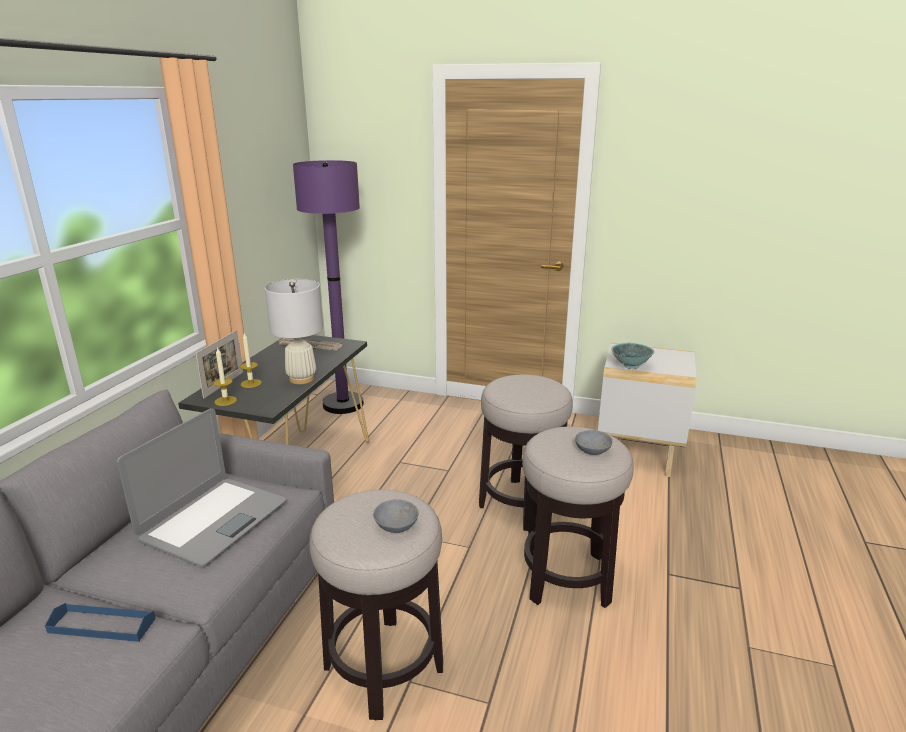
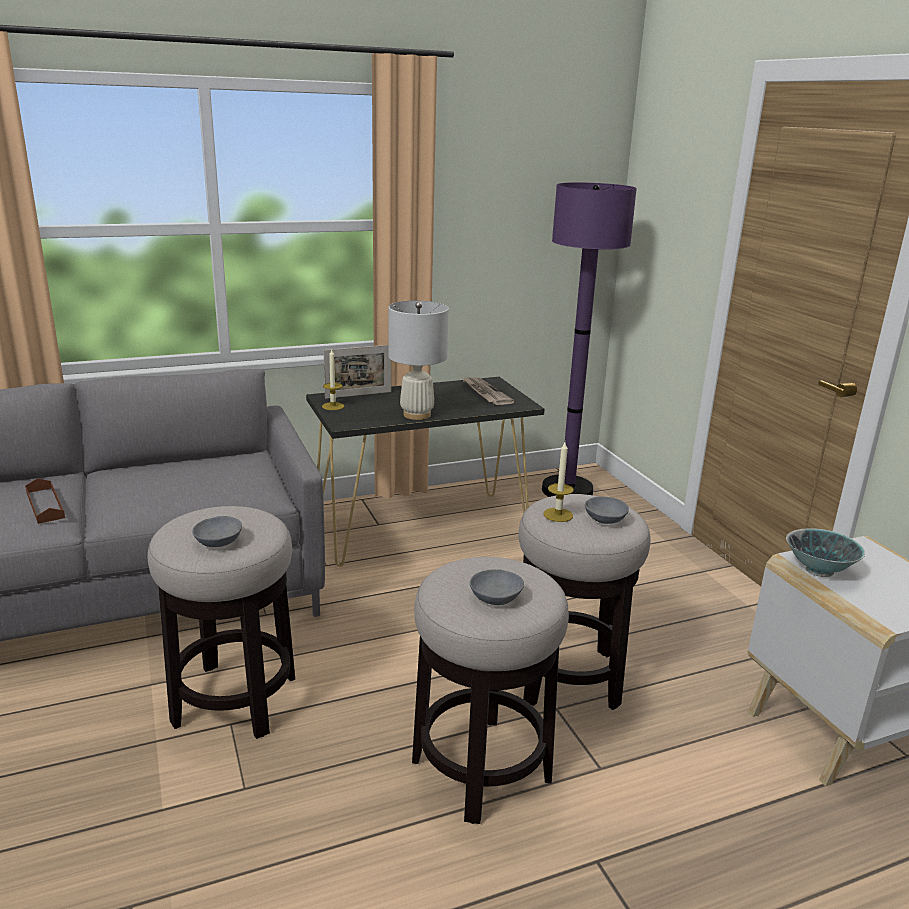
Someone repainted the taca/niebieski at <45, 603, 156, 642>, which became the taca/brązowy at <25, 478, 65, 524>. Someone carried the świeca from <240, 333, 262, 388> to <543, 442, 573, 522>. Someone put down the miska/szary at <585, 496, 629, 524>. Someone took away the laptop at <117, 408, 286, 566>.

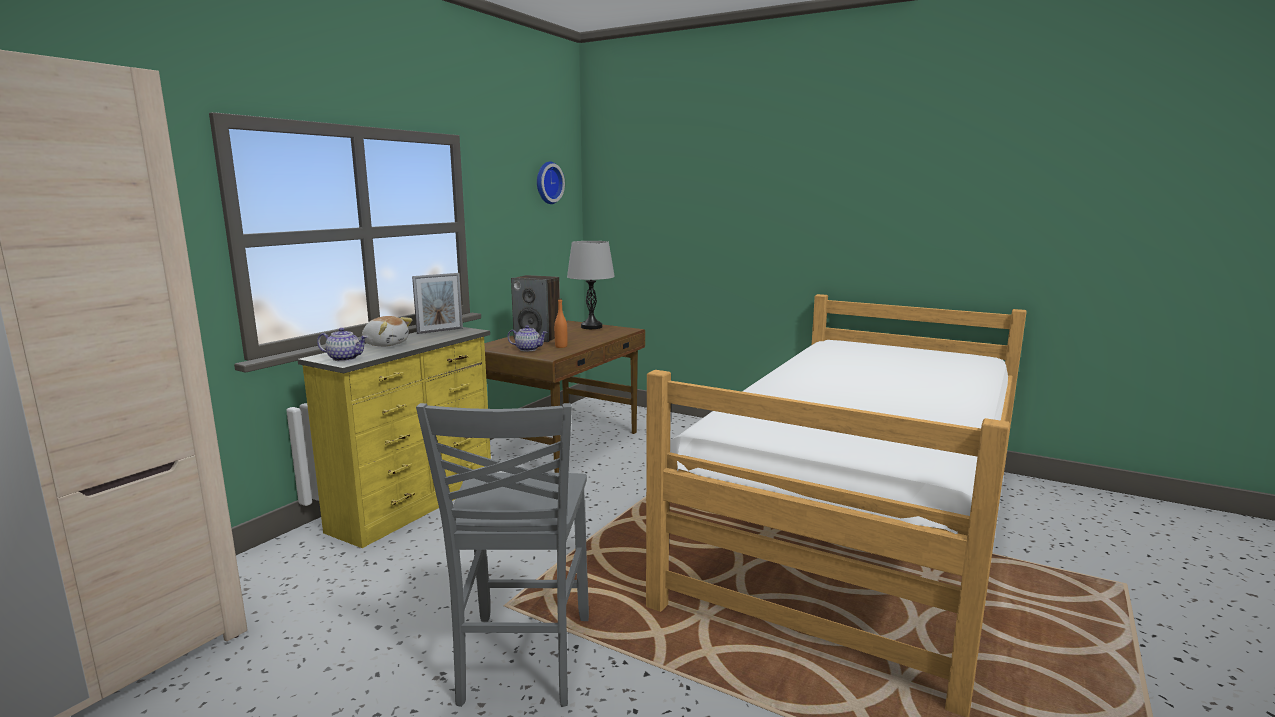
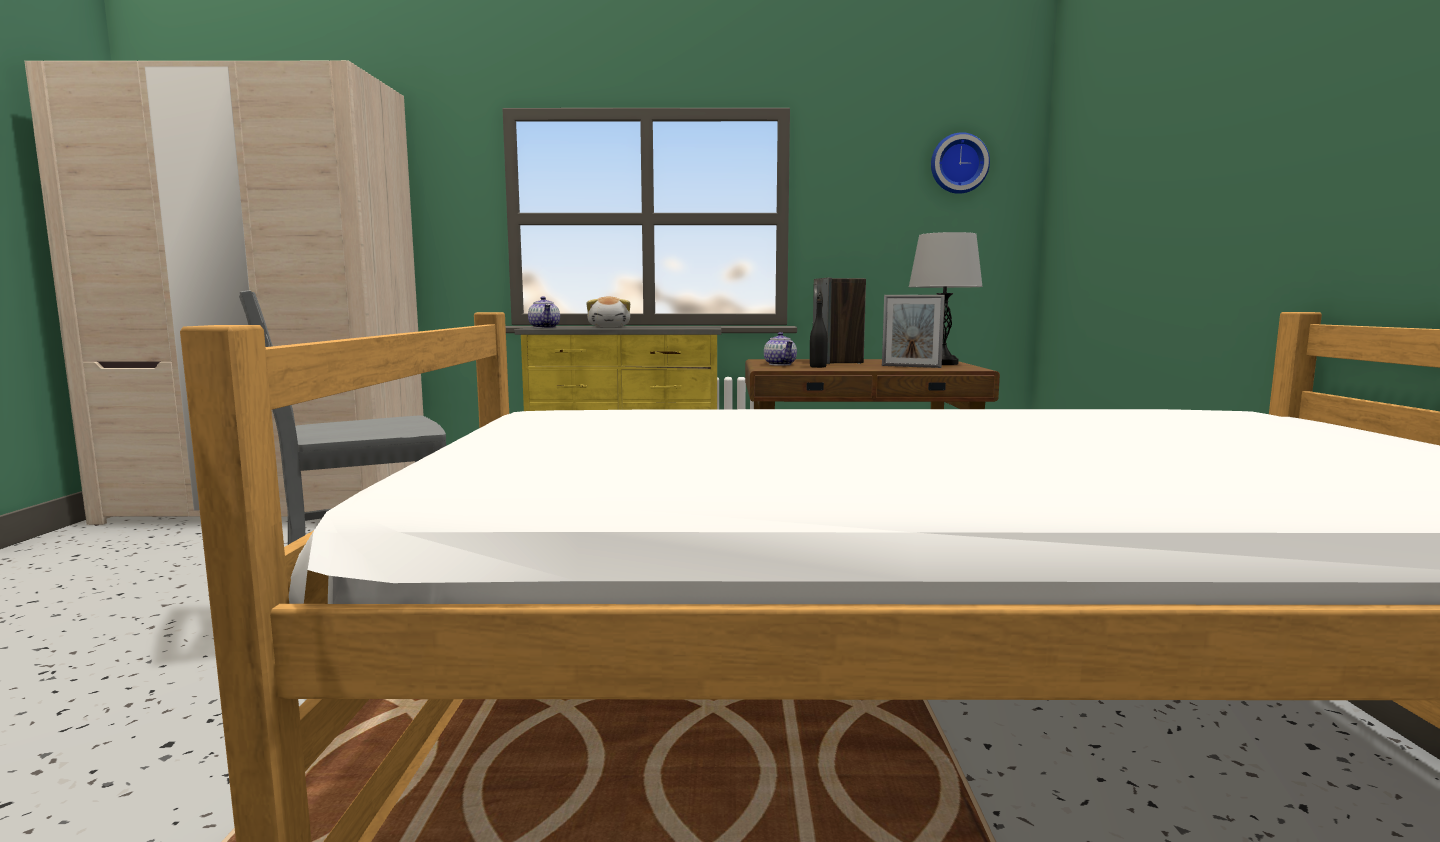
Someone repainted the butelka/pomarańczowy at <554, 298, 567, 348>, which became the butelka/czarny at <810, 299, 828, 368>. Someone carried the ramka na zdjęcie from <412, 273, 463, 334> to <882, 295, 945, 368>.

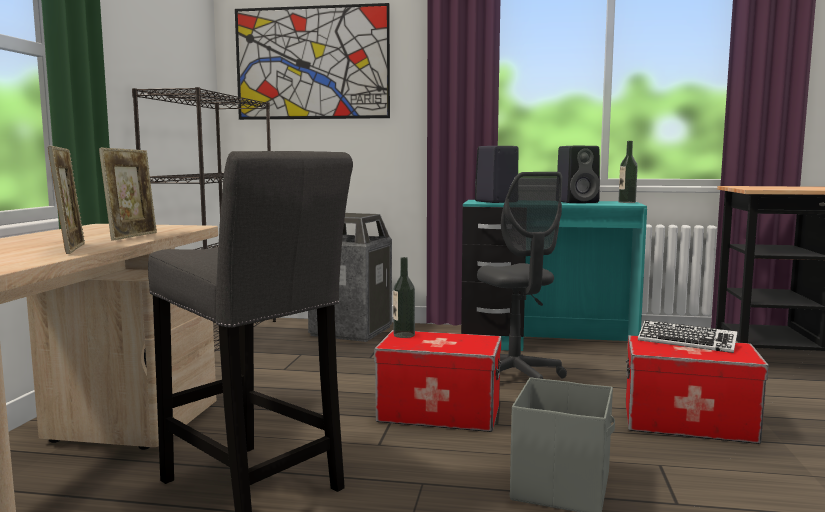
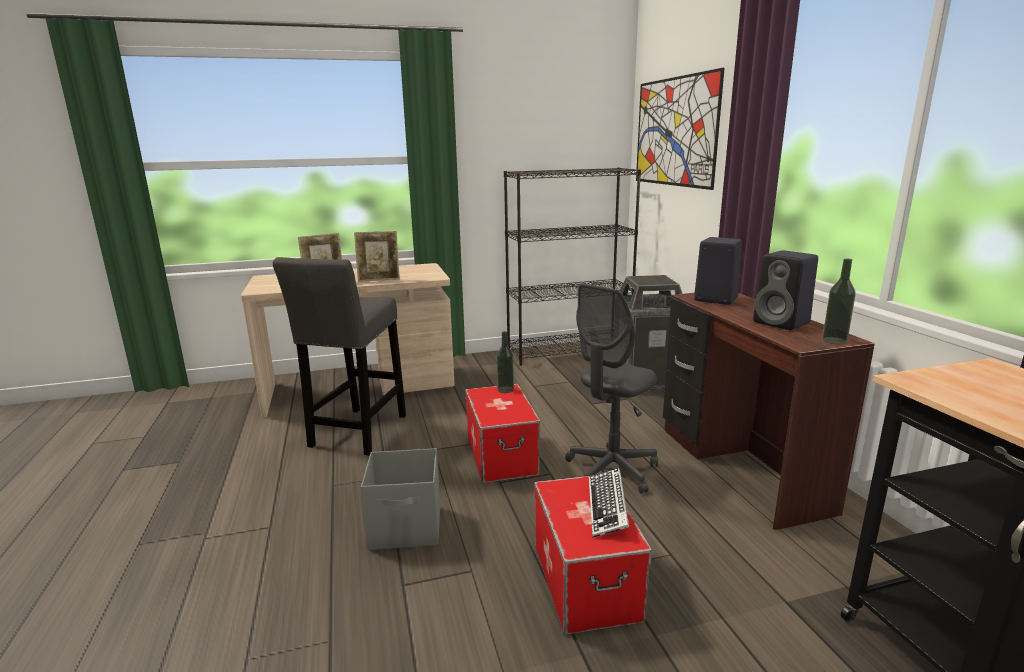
Someone repainted the biurko/turkusowy at <461, 200, 647, 351>, which became the biurko/brązowy at <663, 293, 875, 531>.

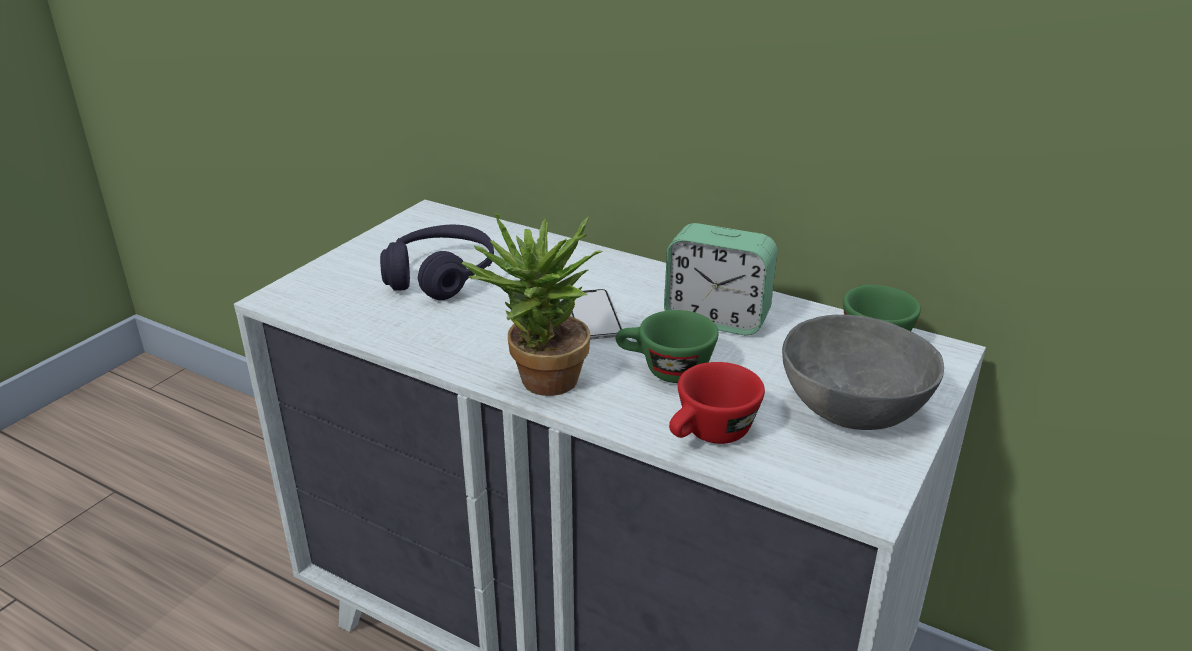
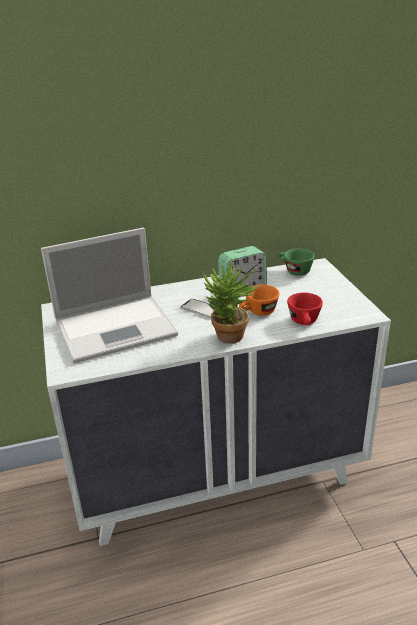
Someone swapped the słuchawki/fioletowy at <380, 225, 494, 300> for the laptop at <41, 228, 178, 364>. Someone repainted the filiżanka/zielony at <616, 310, 719, 383>, which became the filiżanka/pomarańczowy at <239, 285, 279, 316>. Someone took away the miska/szary at <782, 315, 944, 430>.

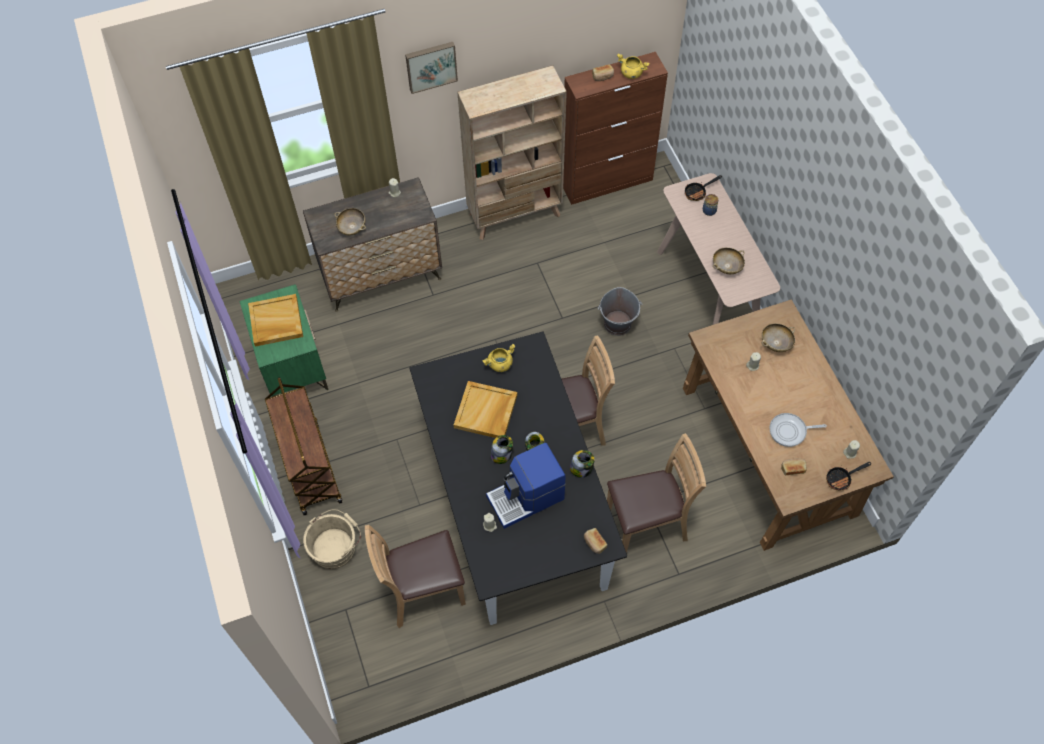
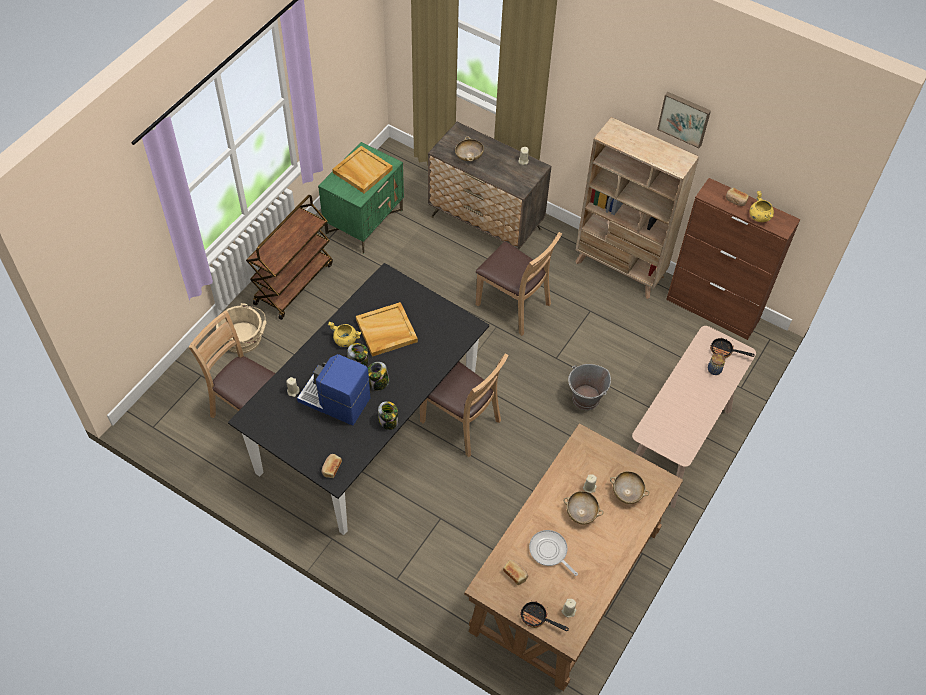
Someone carried the garnek/żółty from <482, 344, 515, 372> to <328, 322, 361, 347>. Someone carried the krzesło/brązowy from <607, 433, 706, 553> to <476, 232, 562, 336>. Someone carried the miska/beżowy from <713, 248, 745, 274> to <563, 491, 604, 524>. Someone carried the obraz from <405, 42, 458, 94> to <657, 92, 711, 148>.

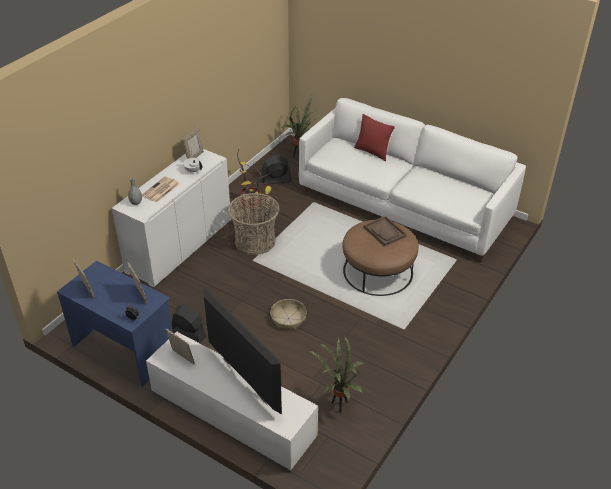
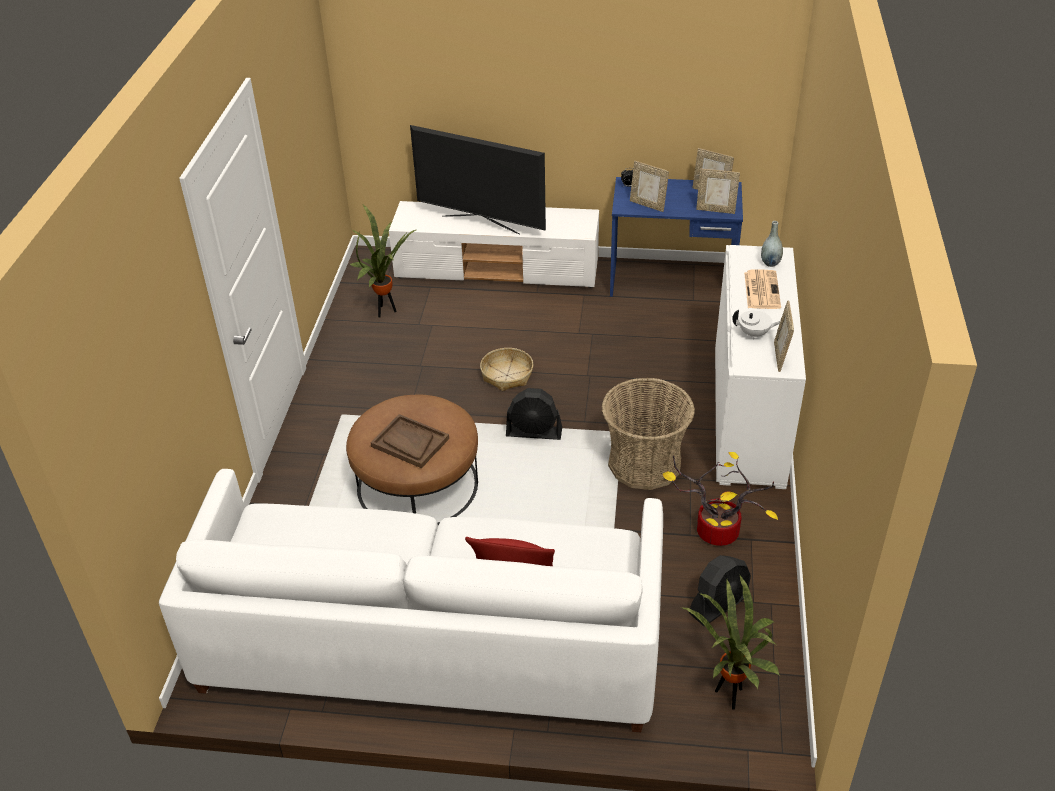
Someone carried the wentylator/czarny from <172, 305, 207, 343> to <506, 388, 562, 440>. Someone carried the ramka na zdjęcie from <166, 329, 195, 364> to <696, 168, 740, 214>.

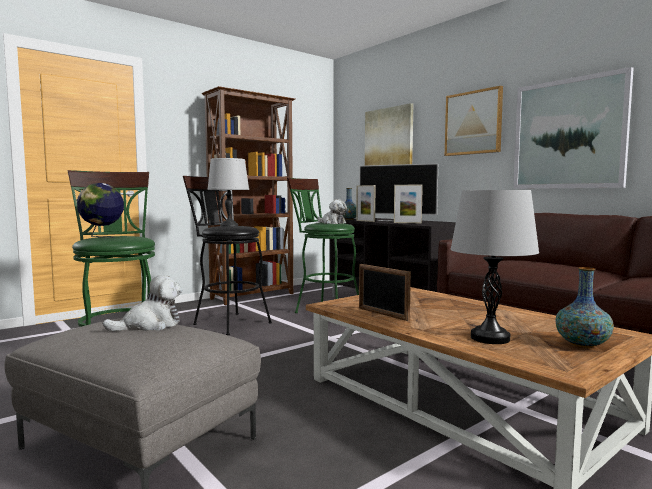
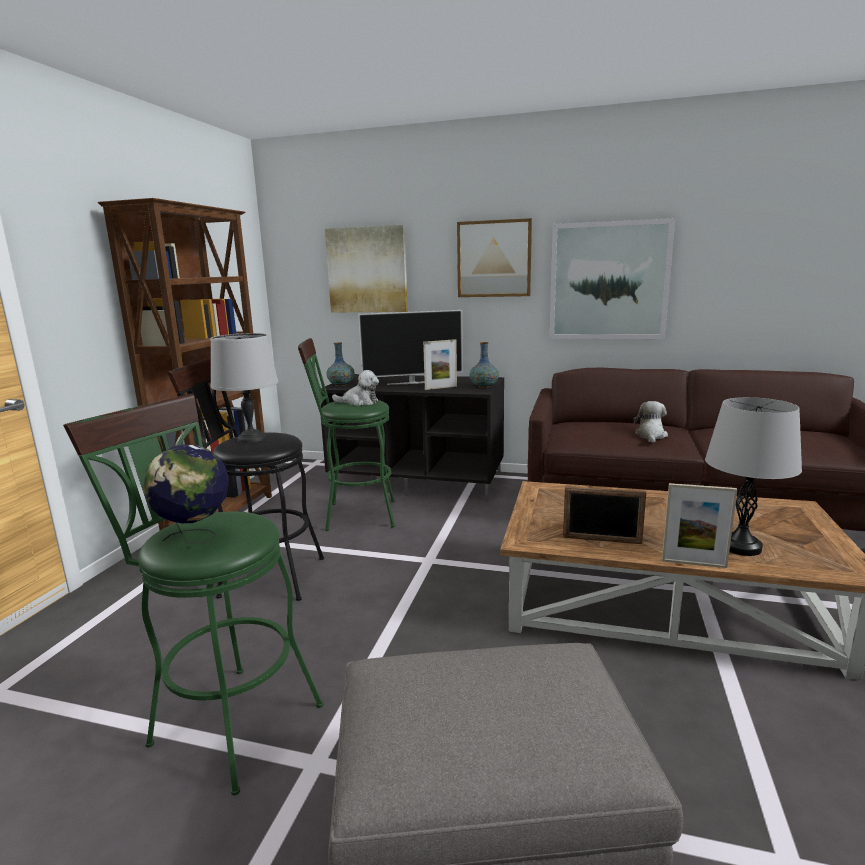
Someone carried the wazon from <556, 267, 614, 348> to <470, 342, 499, 388>. Someone carried the pluszak from <103, 275, 182, 331> to <633, 401, 668, 443>. Someone carried the ramka na zdjęcie from <356, 185, 376, 222> to <662, 483, 737, 568>.

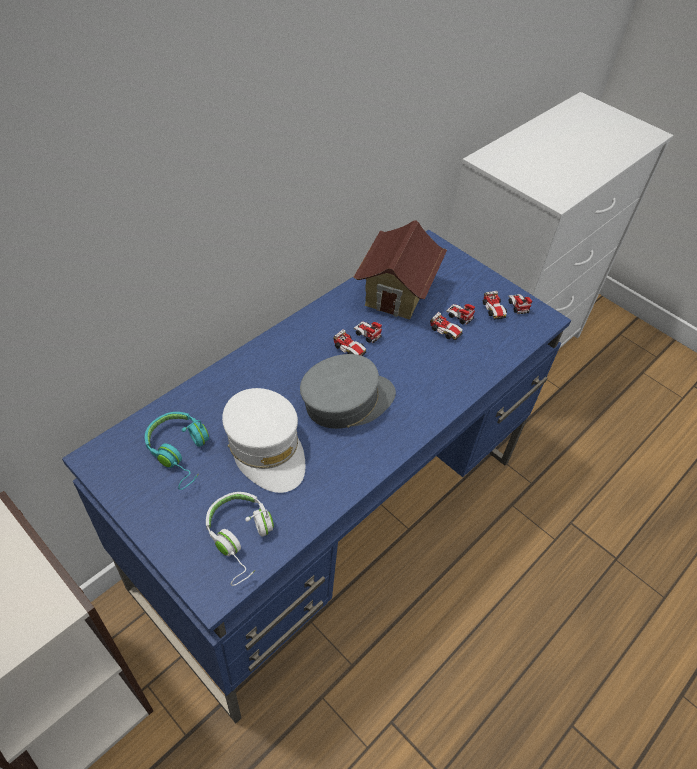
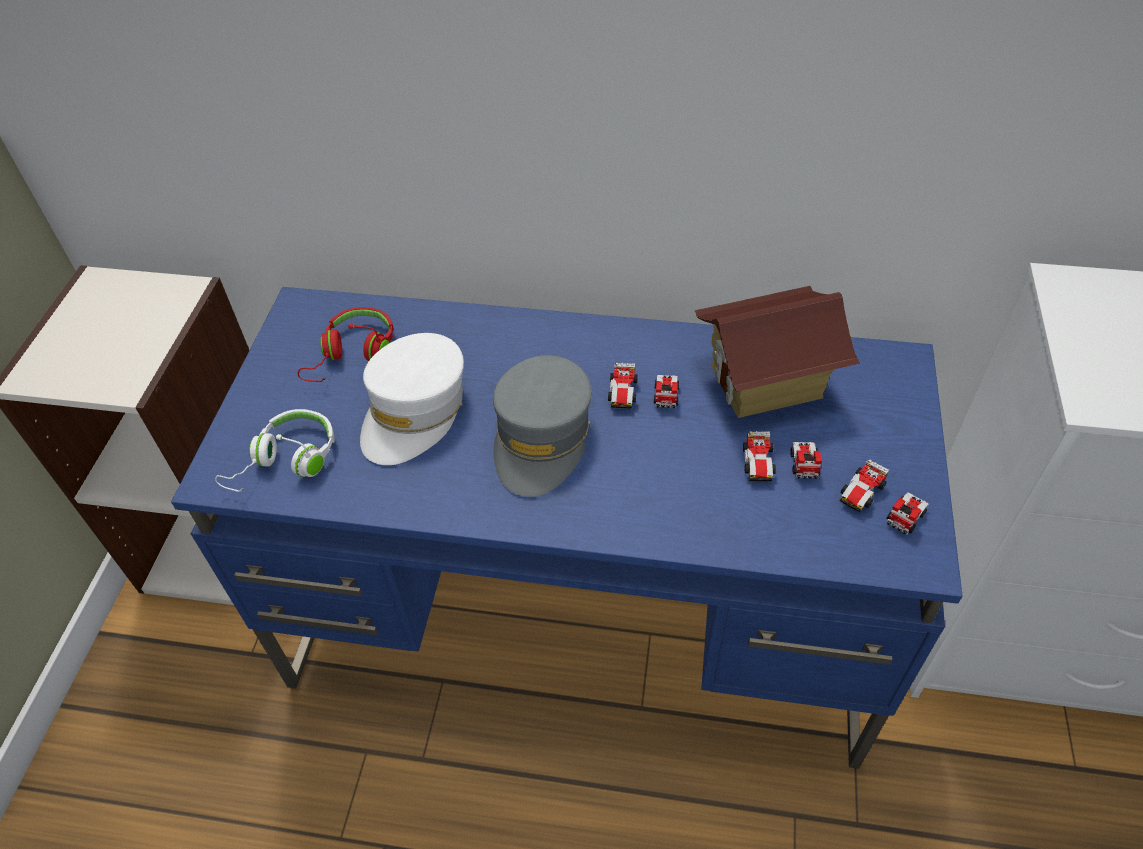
Someone repainted the słuchawki/turkusowy at <145, 412, 209, 490>, which became the słuchawki/czerwony at <298, 307, 394, 382>. Someone rotated the czapka z daszkiem/szary at <300, 354, 396, 429> by 75 degrees clockwise.

